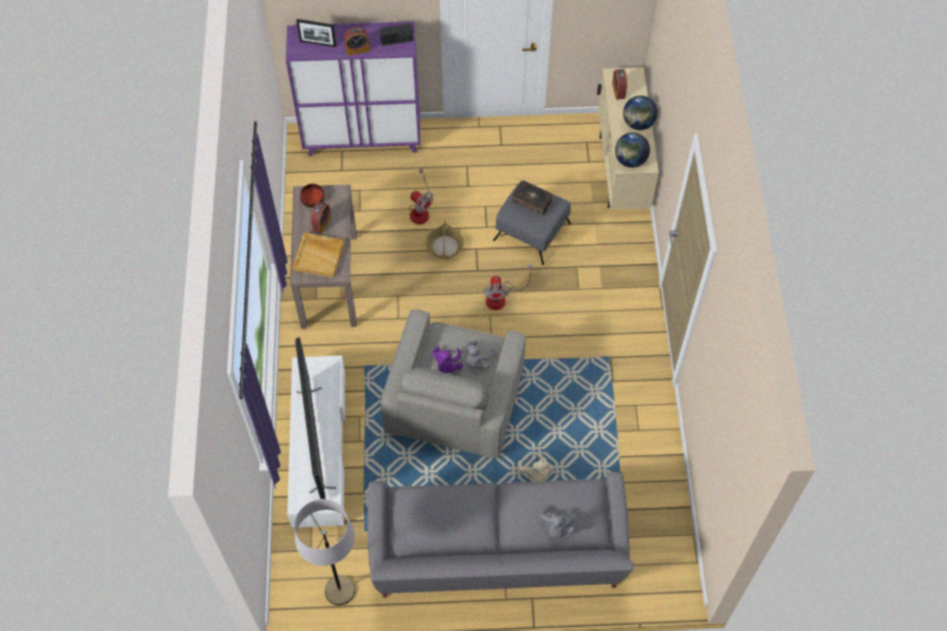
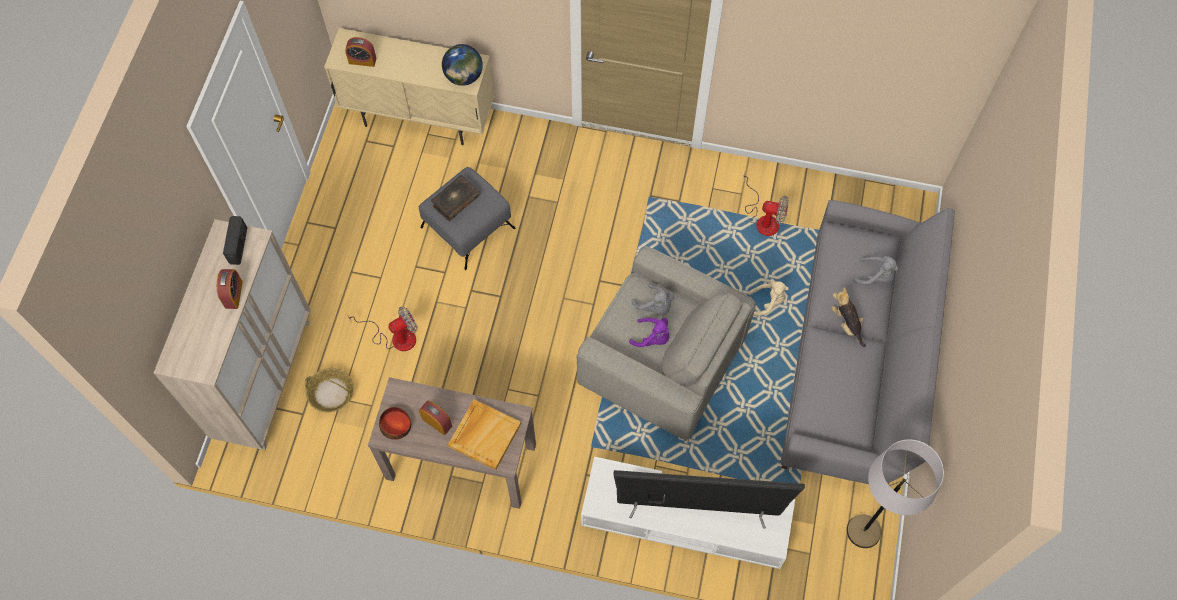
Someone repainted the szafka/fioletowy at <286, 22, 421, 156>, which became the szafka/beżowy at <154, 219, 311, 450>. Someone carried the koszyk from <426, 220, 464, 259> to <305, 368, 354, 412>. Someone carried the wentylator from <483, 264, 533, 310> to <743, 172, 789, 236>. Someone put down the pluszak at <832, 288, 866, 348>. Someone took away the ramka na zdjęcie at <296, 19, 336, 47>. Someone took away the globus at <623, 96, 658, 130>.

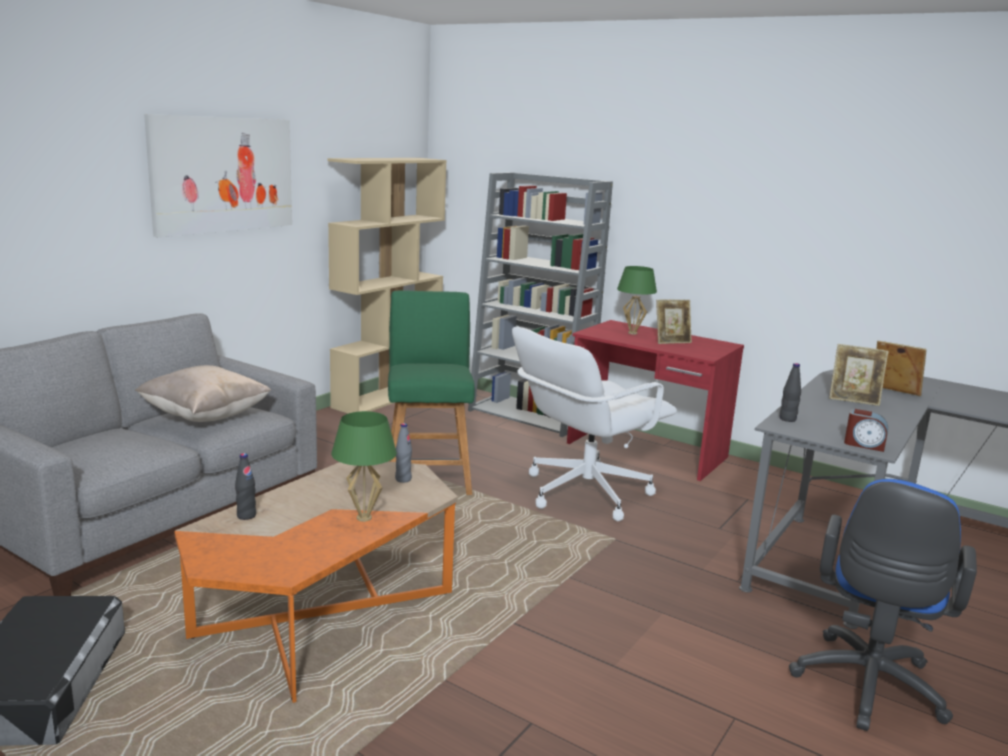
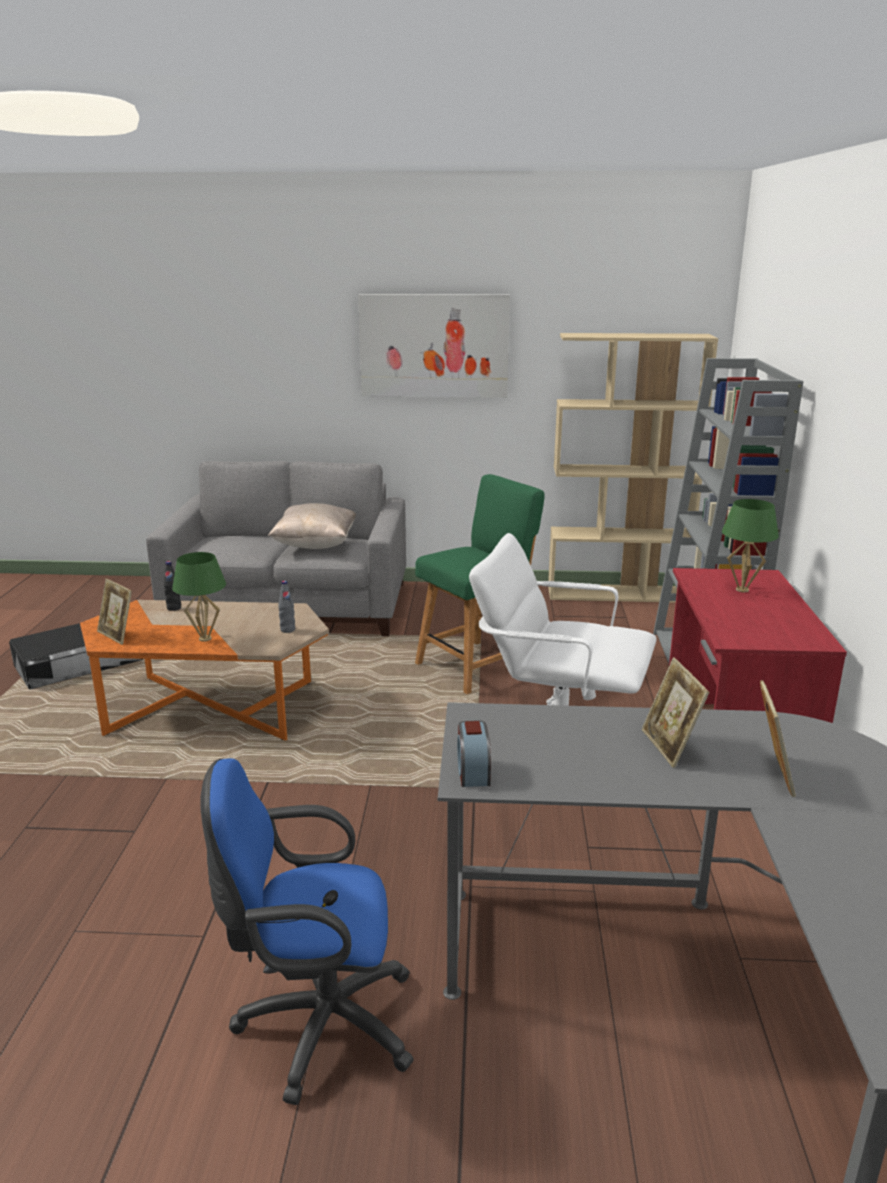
Someone carried the ramka na zdjęcie from <656, 300, 692, 344> to <97, 579, 132, 645>. Someone took away the butelka/czarny at <780, 363, 801, 422>.

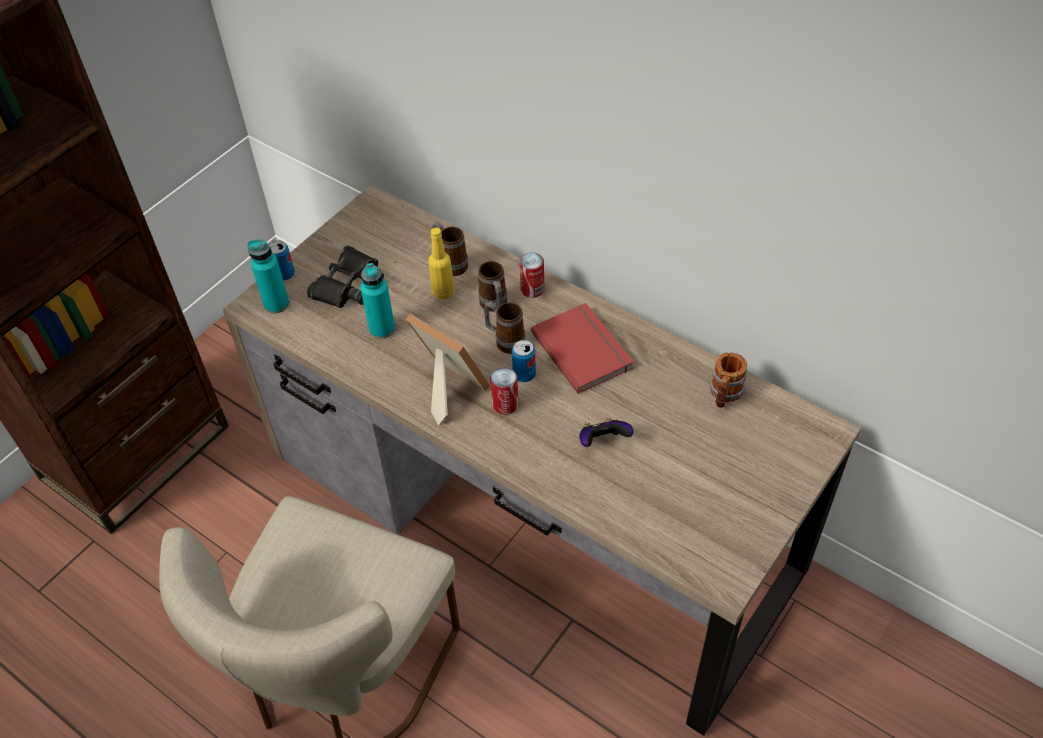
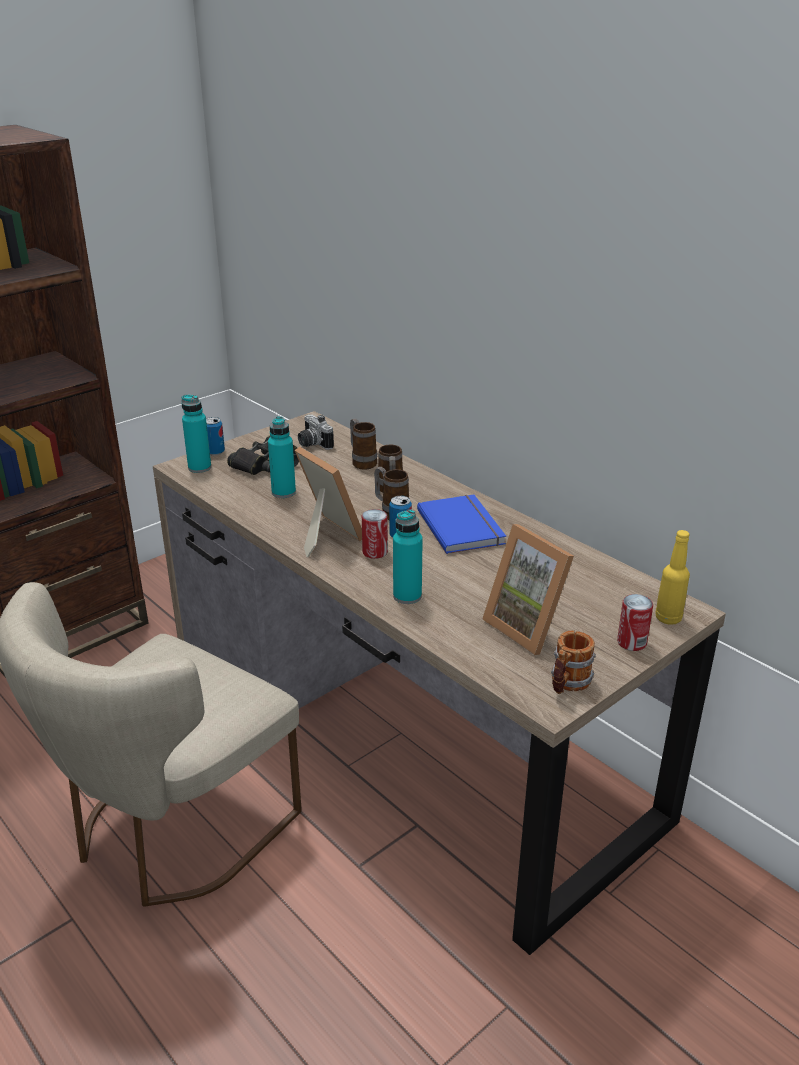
Someone put down the aparat fotograficzny at <298, 414, 334, 450>. Someone put down the butelka/turkusowy at <393, 509, 423, 604>. Someone repainted the książka/czerwony at <531, 303, 634, 394>, which became the książka/niebieski at <417, 494, 506, 554>. Someone put down the ramka na zdjęcie at <482, 524, 574, 655>. Someone carried the kubek from <710, 352, 747, 408> to <551, 630, 596, 694>. Someone carried the puszka from <519, 252, 544, 298> to <617, 594, 653, 651>. Someone carried the butelka/żółty from <428, 228, 455, 300> to <656, 530, 690, 625>. Someone took away the pad do gier at <579, 418, 634, 447>.

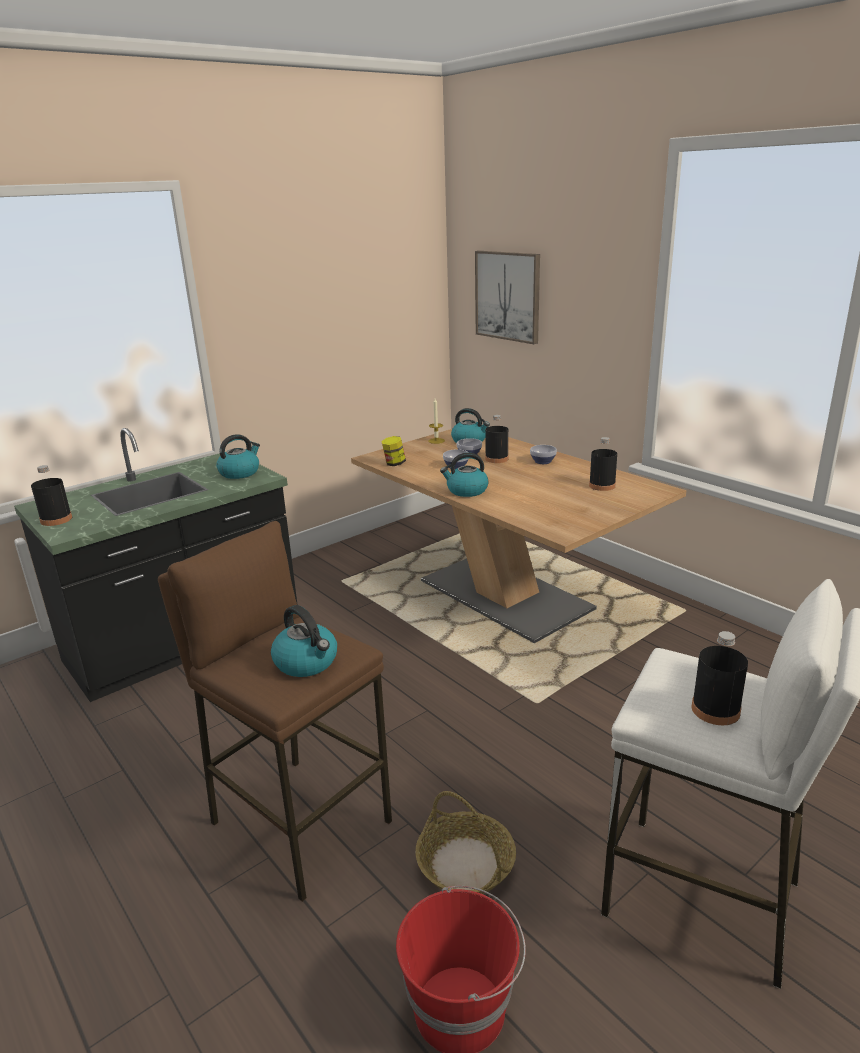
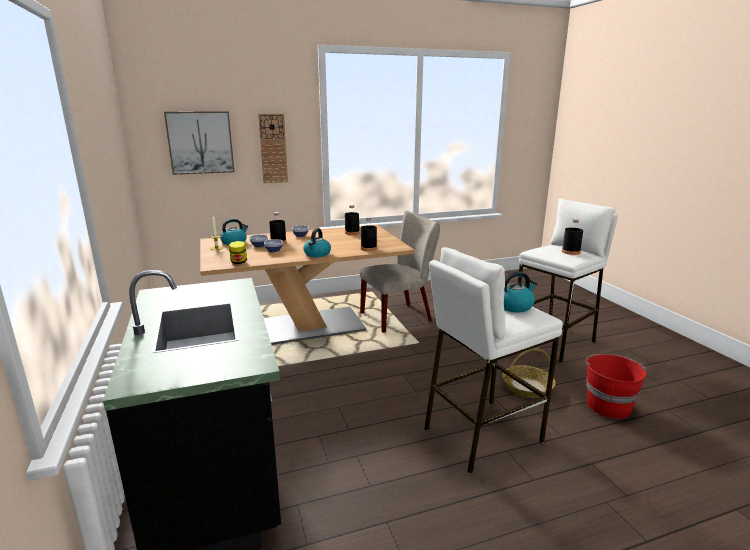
Someone put up the zegar ścienny at <258, 114, 288, 183>. Someone put down the krzesło/beżowy at <360, 210, 440, 333>. Someone carried the butelka/czarny from <31, 465, 72, 526> to <361, 217, 377, 251>. Someone repainted the stołek/brązowy at <158, 521, 392, 902>, which became the stołek/biały at <425, 247, 563, 474>. Someone took away the czajnik at <216, 434, 260, 479>.

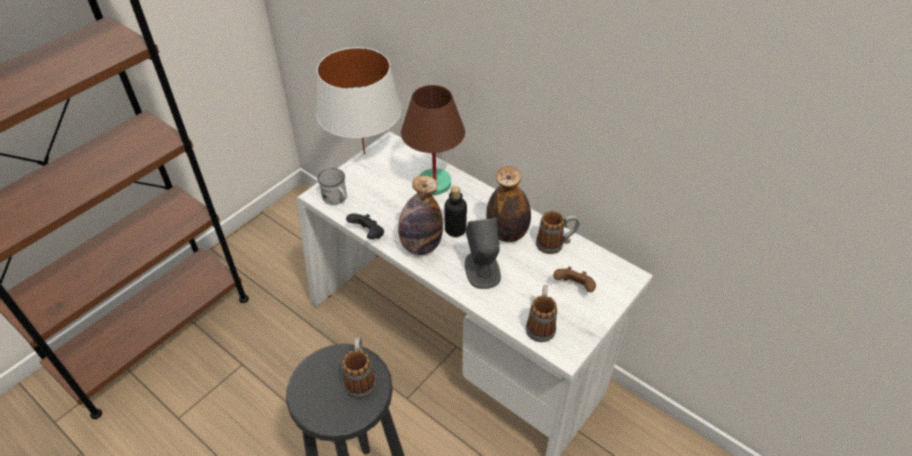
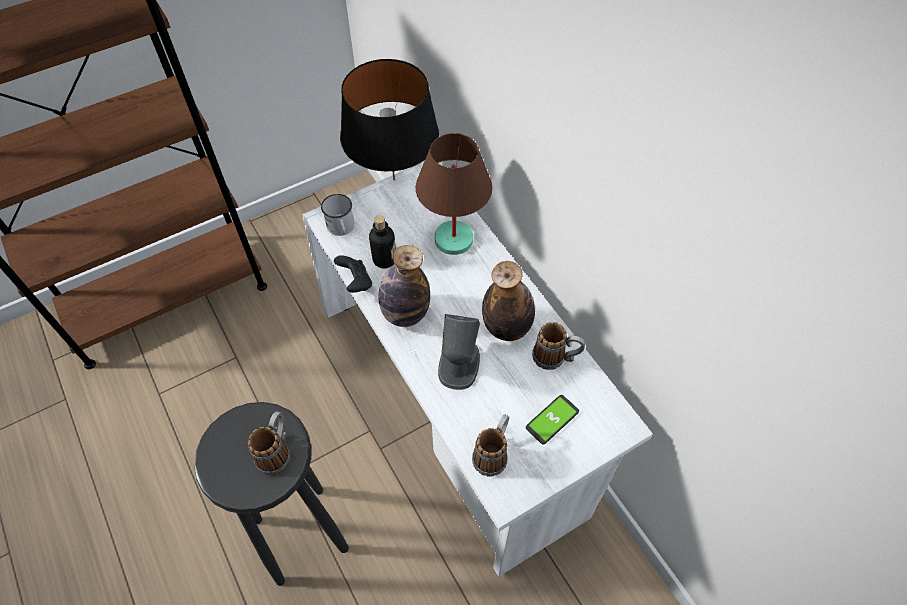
Someone repainted the lampa stołowa/biały at <317, 47, 401, 154>, which became the lampa stołowa/czarny at <340, 59, 439, 180>. Someone carried the butelka from <444, 186, 467, 237> to <369, 215, 396, 268>. Someone swapped the pad do gier/brązowy at <553, 266, 596, 292> for the telefon at <526, 395, 579, 444>.

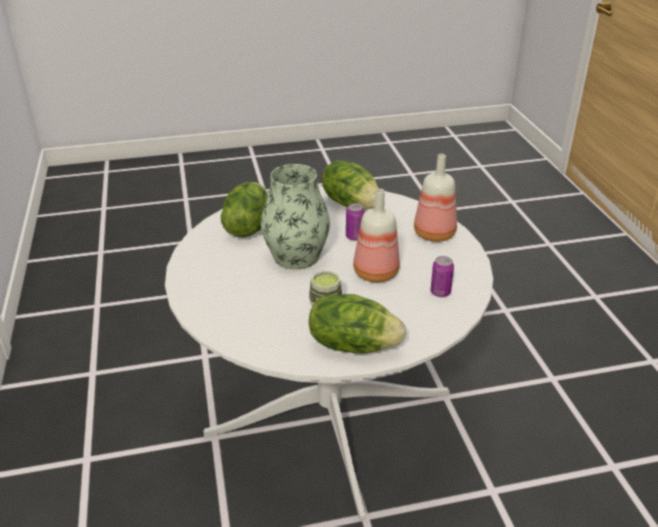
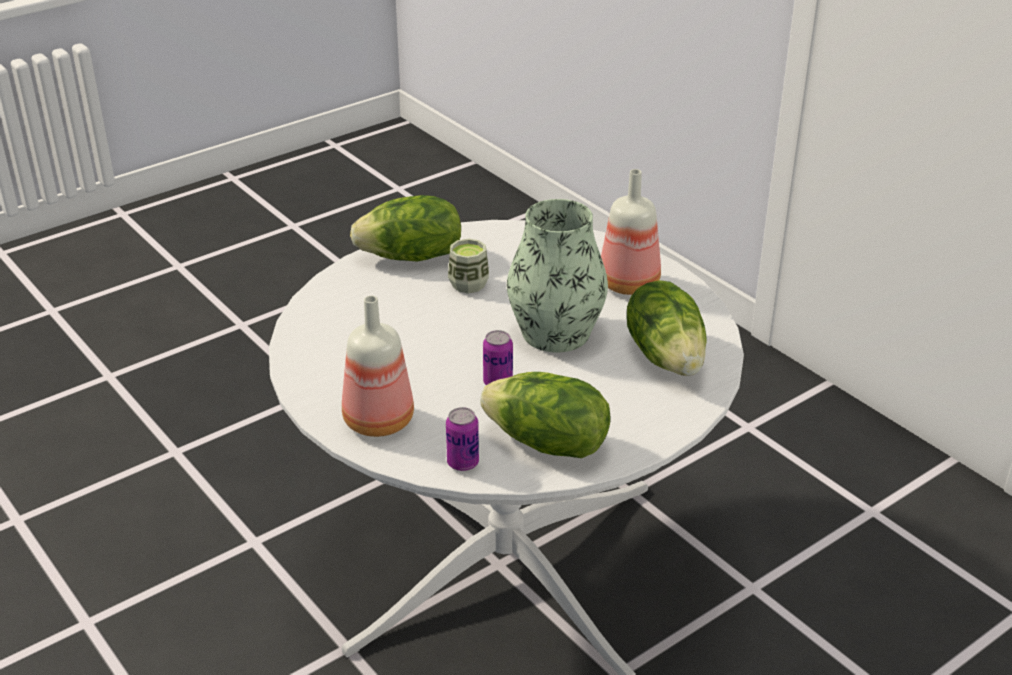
Someone carried the puszka from <430, 256, 454, 297> to <446, 407, 479, 471>. Someone carried the butelka from <353, 189, 400, 282> to <601, 169, 661, 295>.

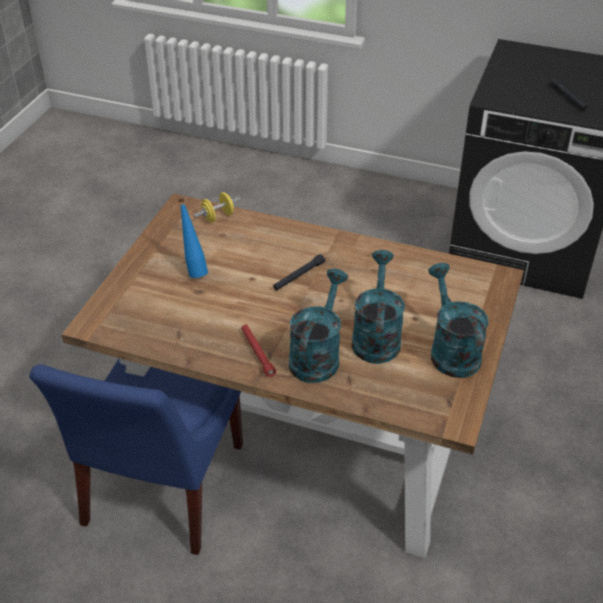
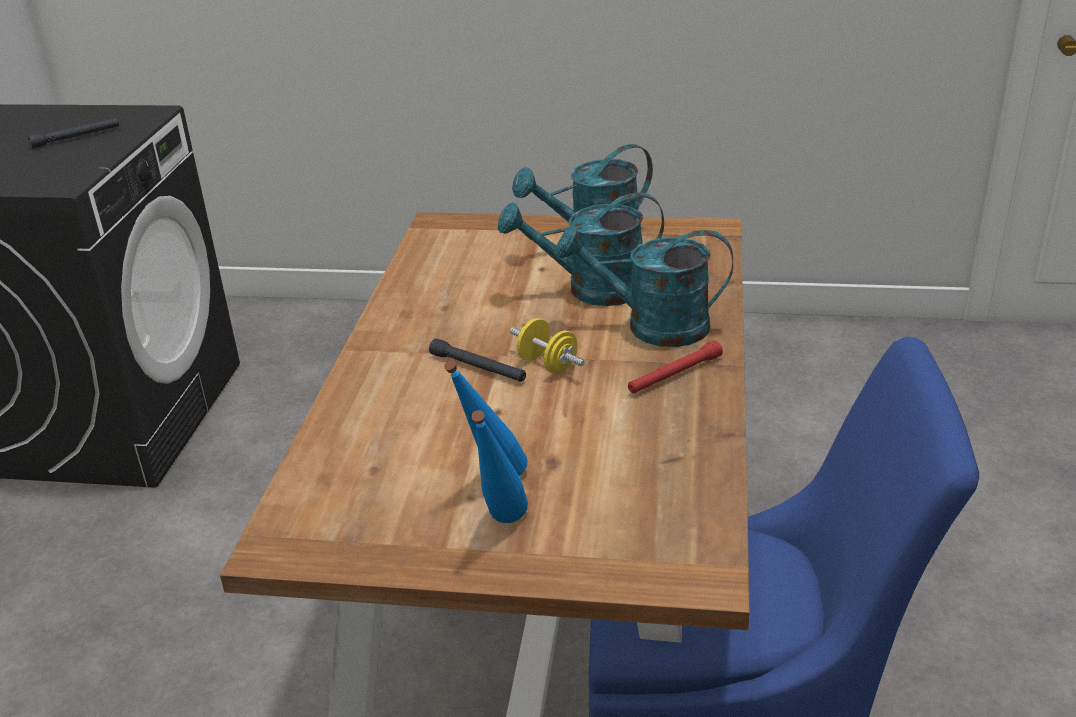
Someone put down the butelka/niebieski at <471, 410, 528, 523>. Someone carried the hantel/żółty from <193, 192, 240, 222> to <510, 318, 585, 374>.

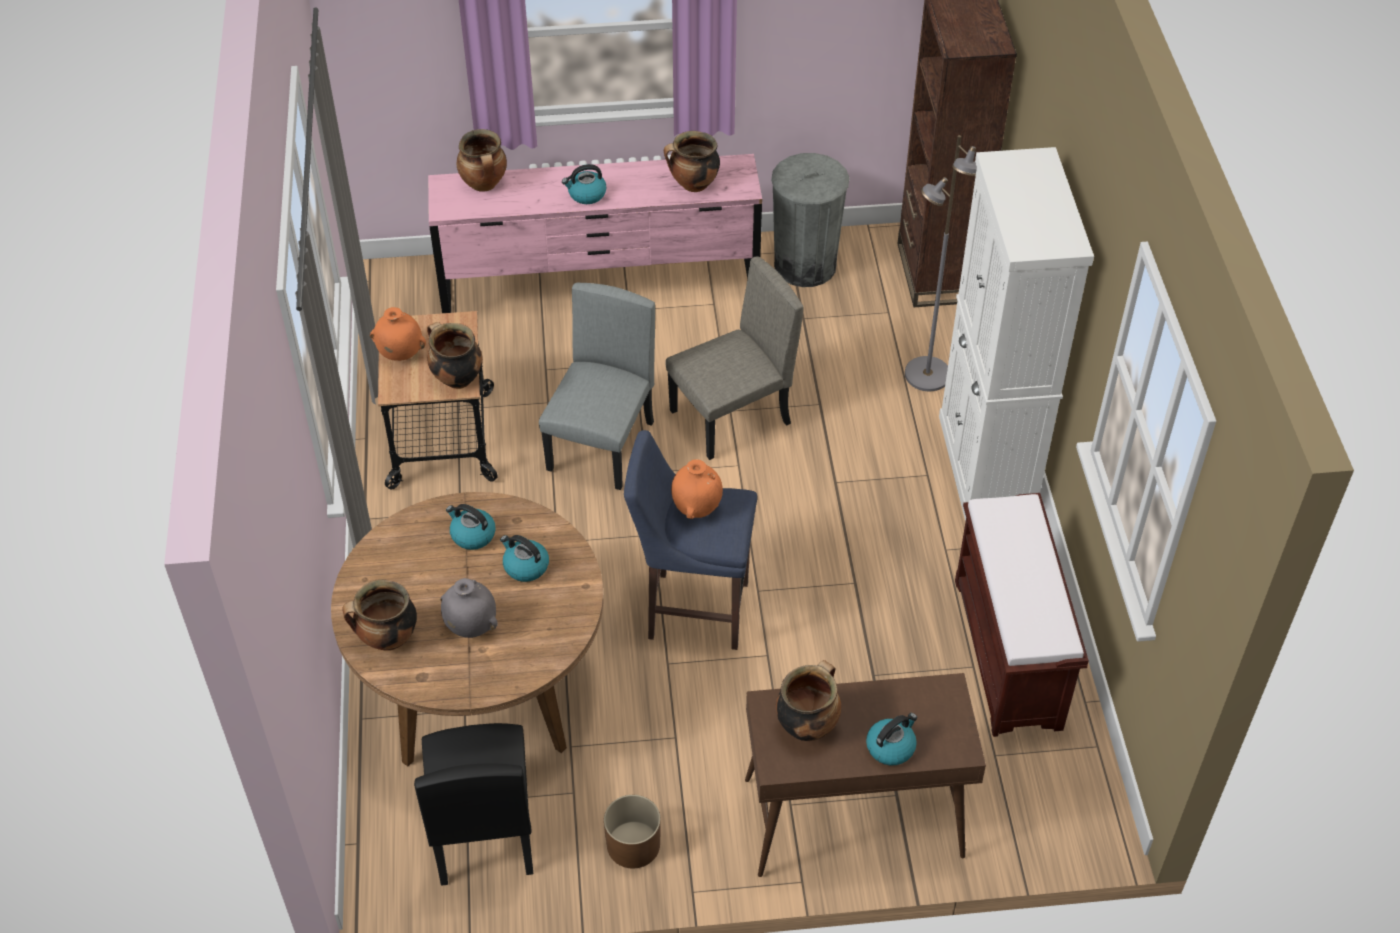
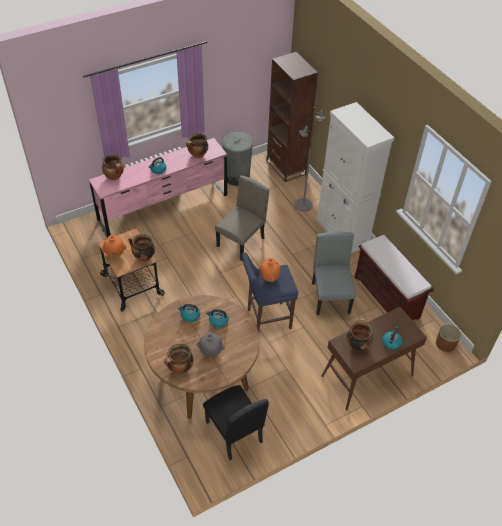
Someone carried the krzesło/szary from <539, 283, 655, 490> to <312, 231, 356, 315>. Someone carried the donica/brązowy from <604, 795, 661, 868> to <436, 324, 461, 352>.

